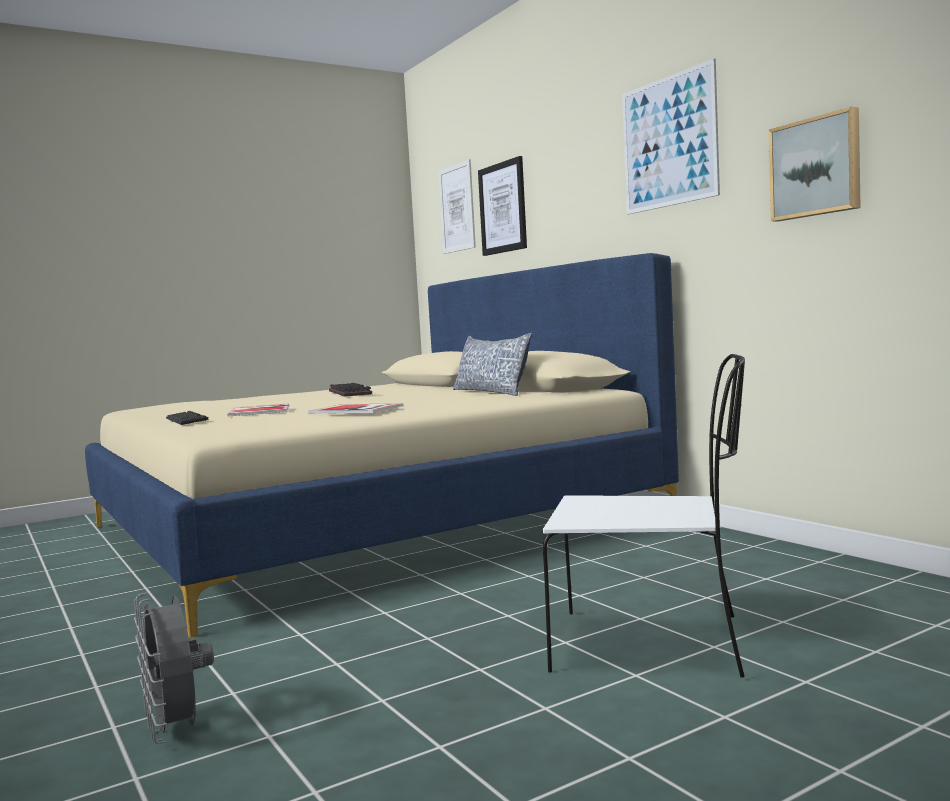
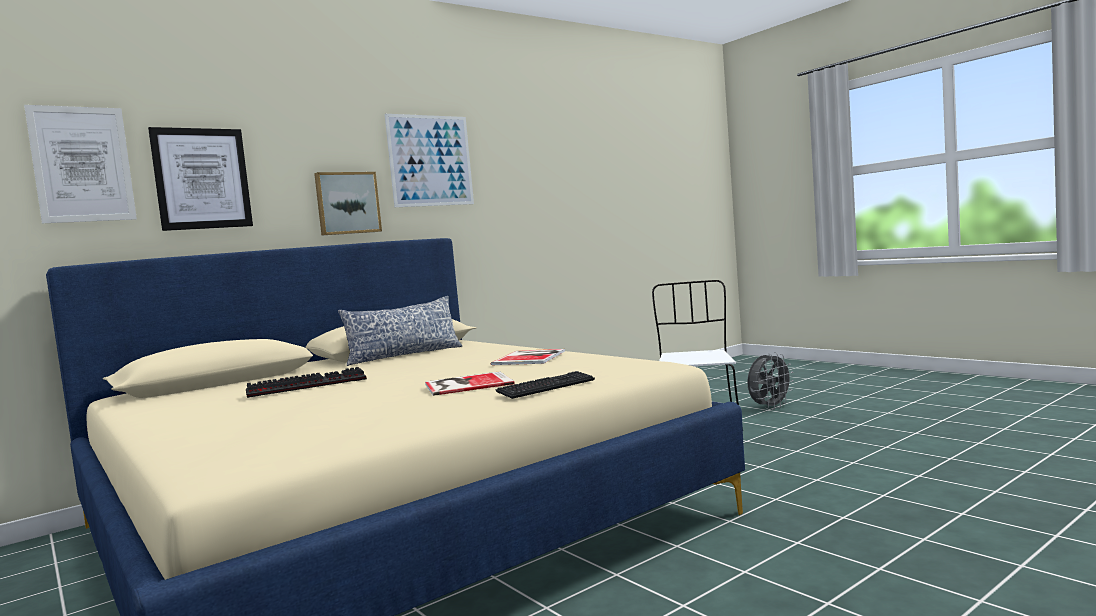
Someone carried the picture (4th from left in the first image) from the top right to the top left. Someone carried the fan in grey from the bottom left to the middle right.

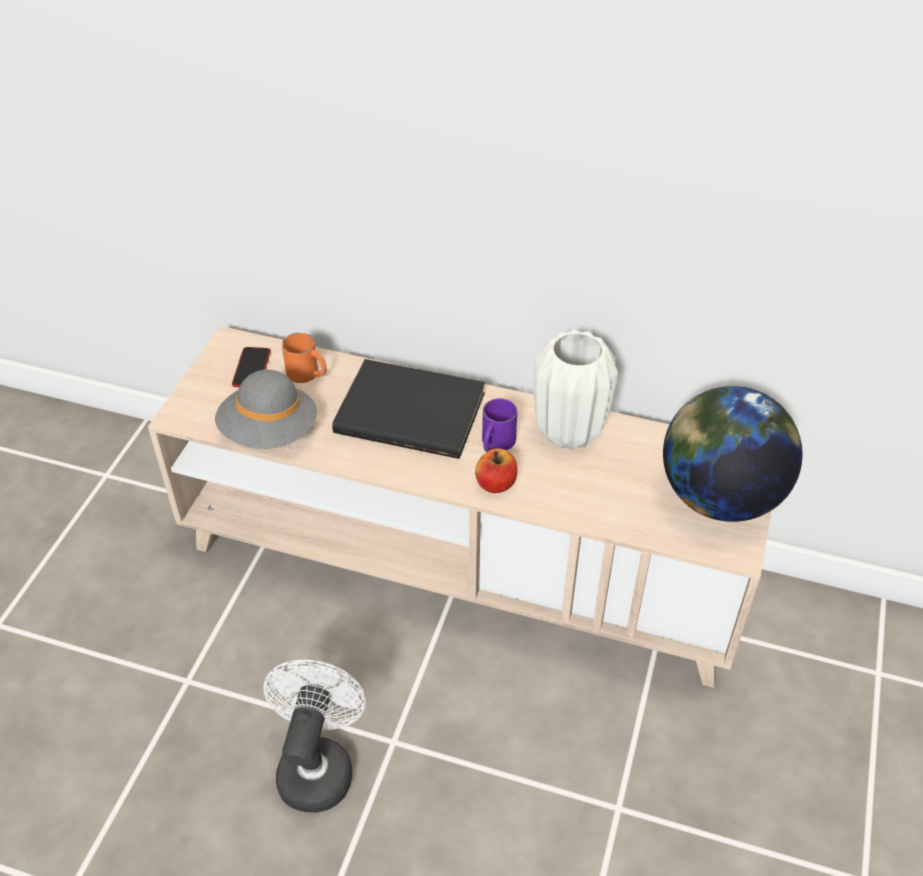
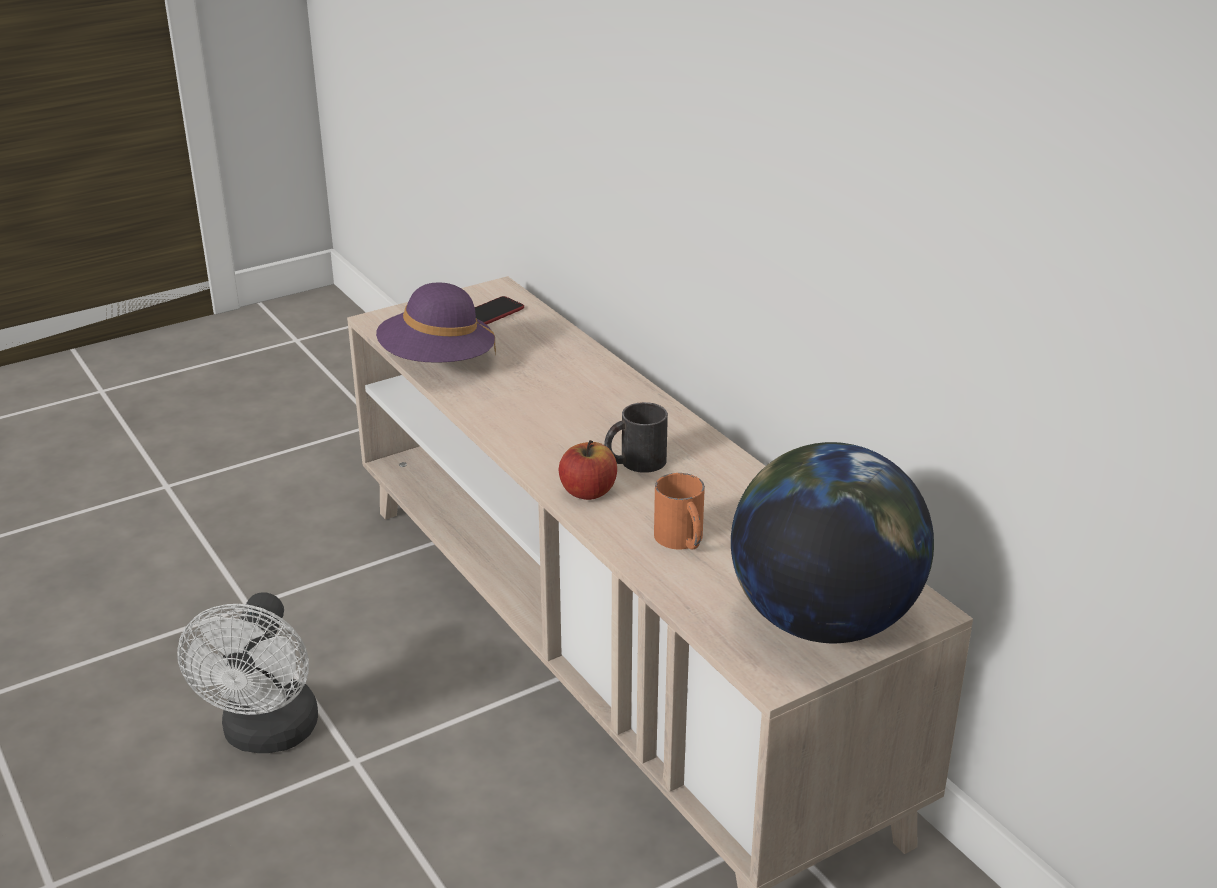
Someone rotated the fan in white at the bottom centre by 135 degrees clockwise. Someone repainted the hat in grey at the middle left, which became the hat in purple at the centre. Someone repainted the mug in purple at the centre, which became the mug in black at the centre. Someone carried the mug in orange from the middle left to the centre. Someone took away the book in black at the centre. Someone took away the vase in white at the centre.

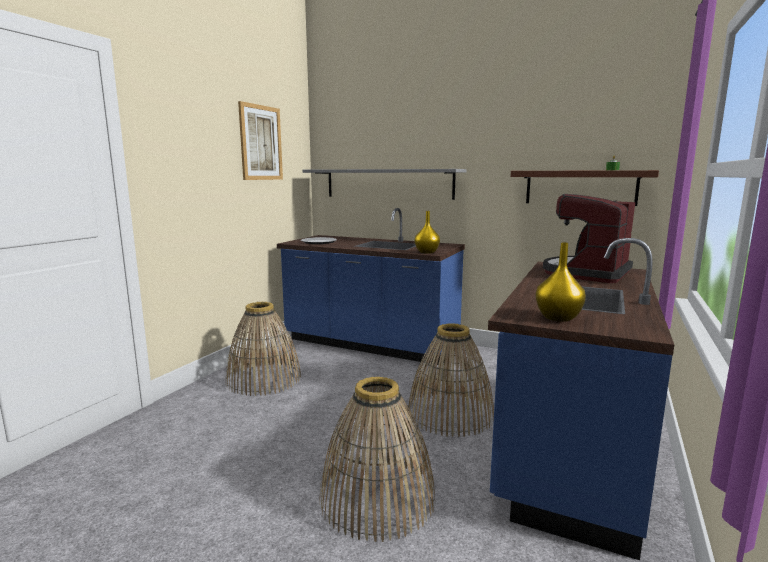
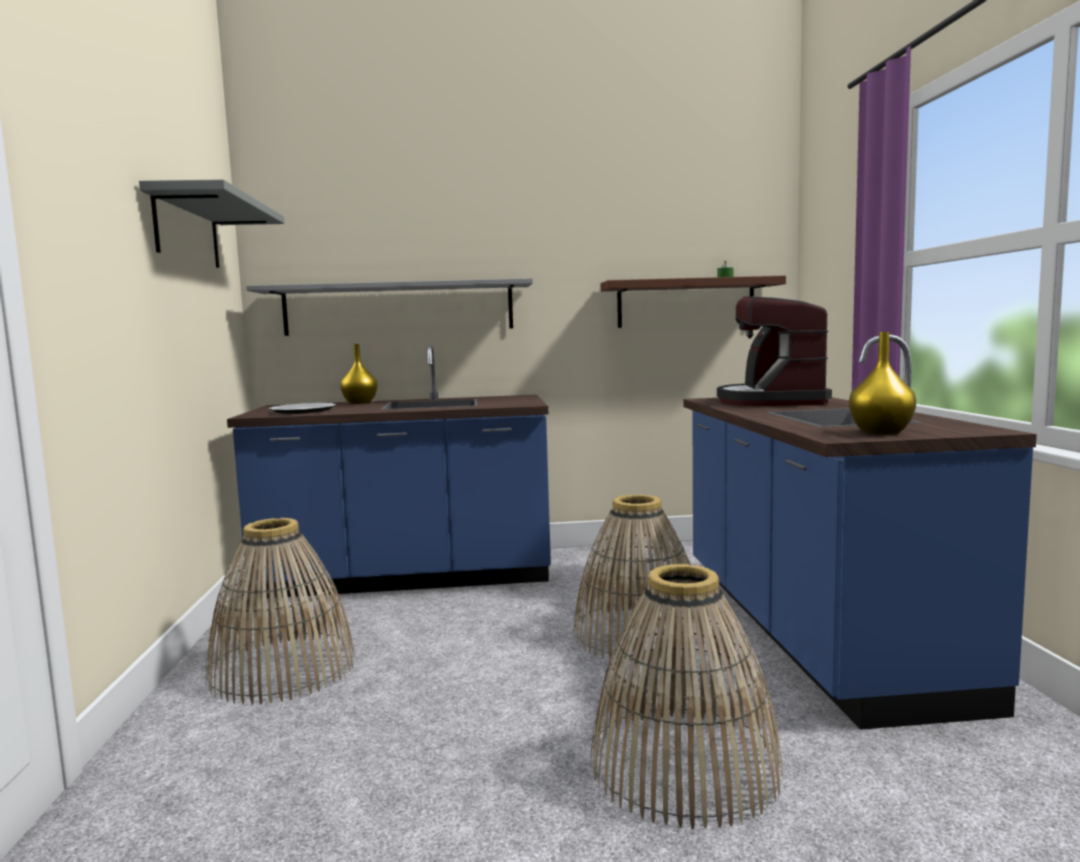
Someone swapped the picture at the top centre for the shelf in grey (1st from left) at the top left. Someone carried the vase in yellow (1st from left) from the centre to the middle left.

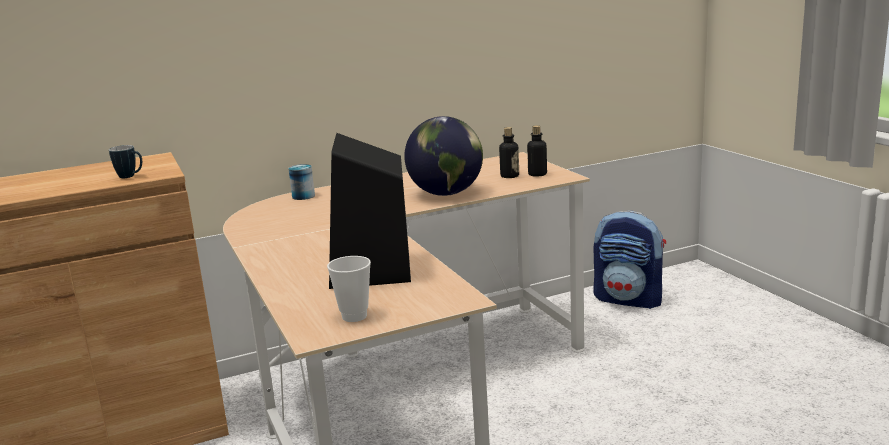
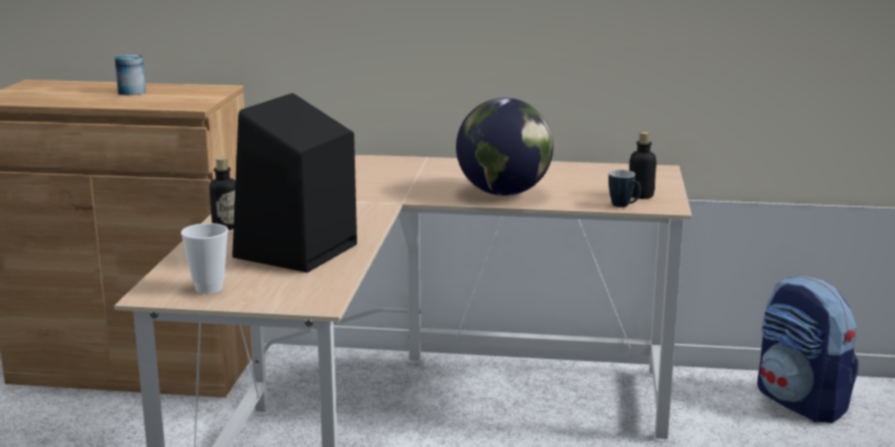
Someone carried the can from the centre to the top left. Someone carried the bottle (1st from left) from the centre to the middle left. Someone carried the mug from the middle left to the middle right.

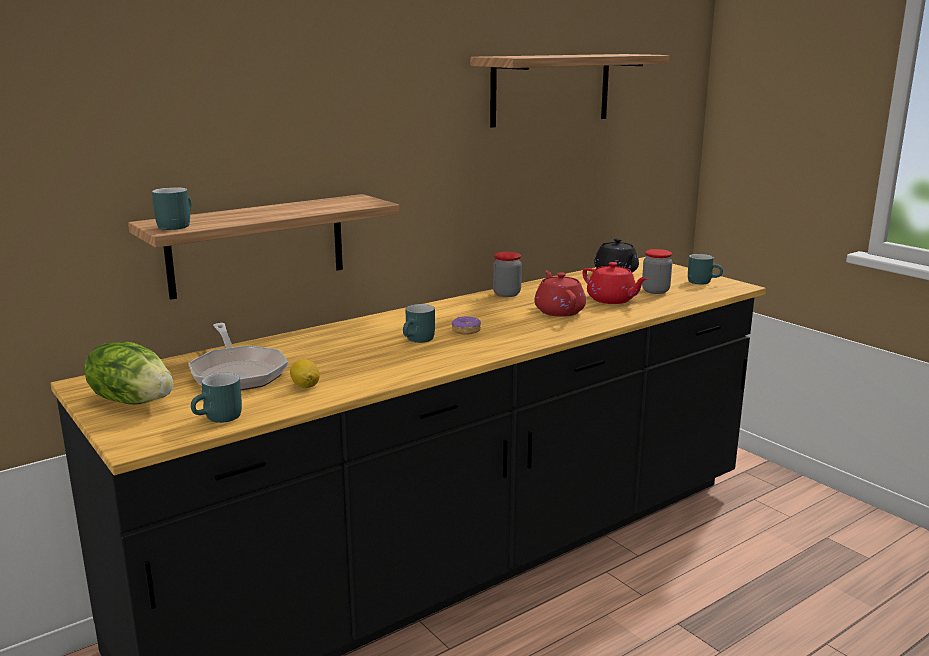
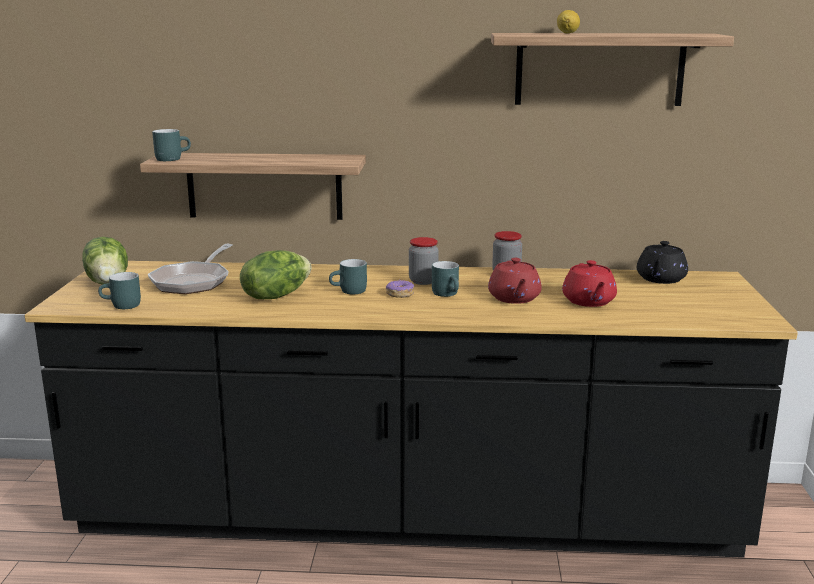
Someone put down the lettuce (2nd from left) at the centre. Someone carried the jar (2nd from left in the first image) from the middle right to the centre. Someone carried the mug in turquoise (4th from left) from the middle right to the centre. Someone rotated the teapot in red (1st from left) at the centre by 150 degrees clockwise. Someone carried the lemon from the middle left to the top right.

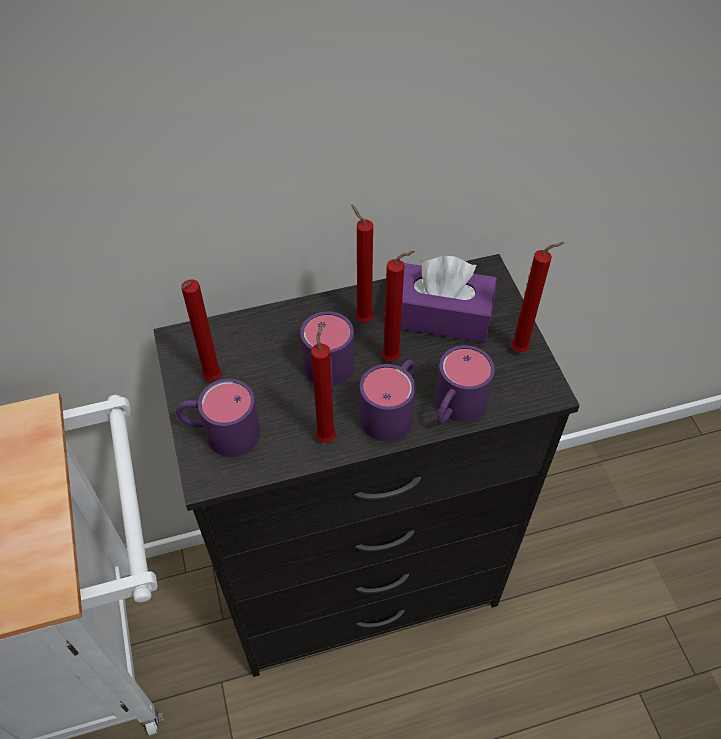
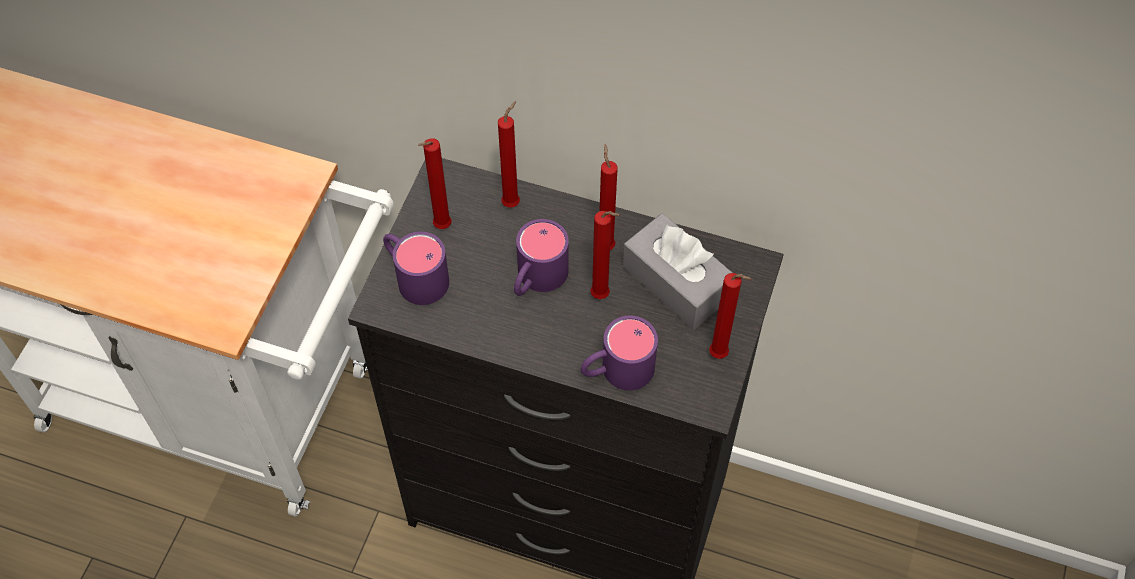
Someone carried the candle in red (2nd from left) from the centre to the top centre. Someone repainted the tissue box in purple at the centre, which became the tissue box in grey at the centre. Someone took away the mug in purple (3rd from left) at the centre.

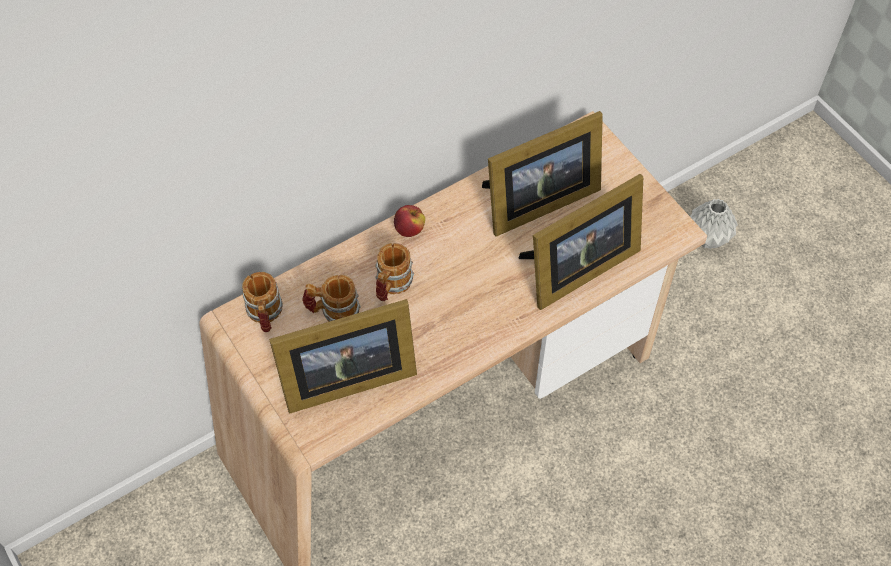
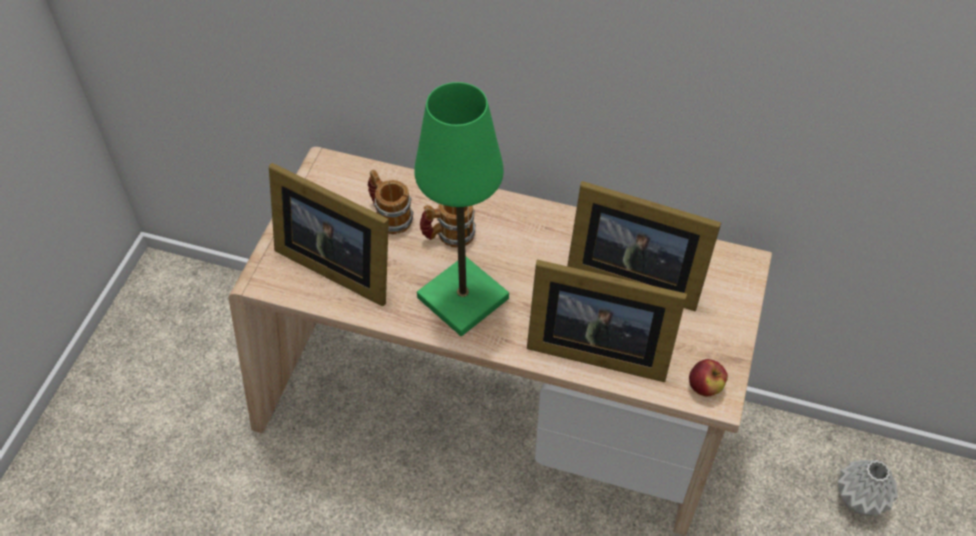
Someone put down the table lamp in green at the centre. Someone carried the apple from the centre to the bottom right. Someone took away the mug (1st from left) at the middle left.

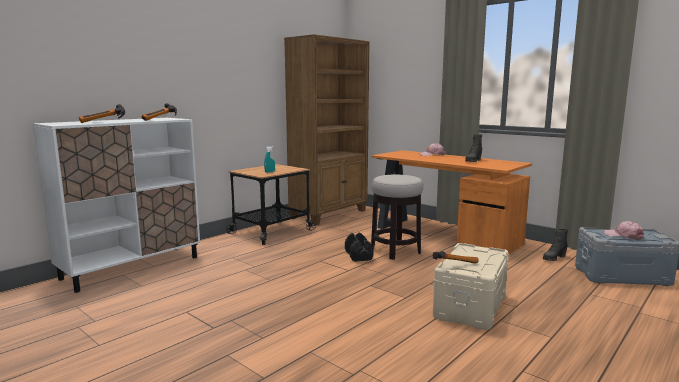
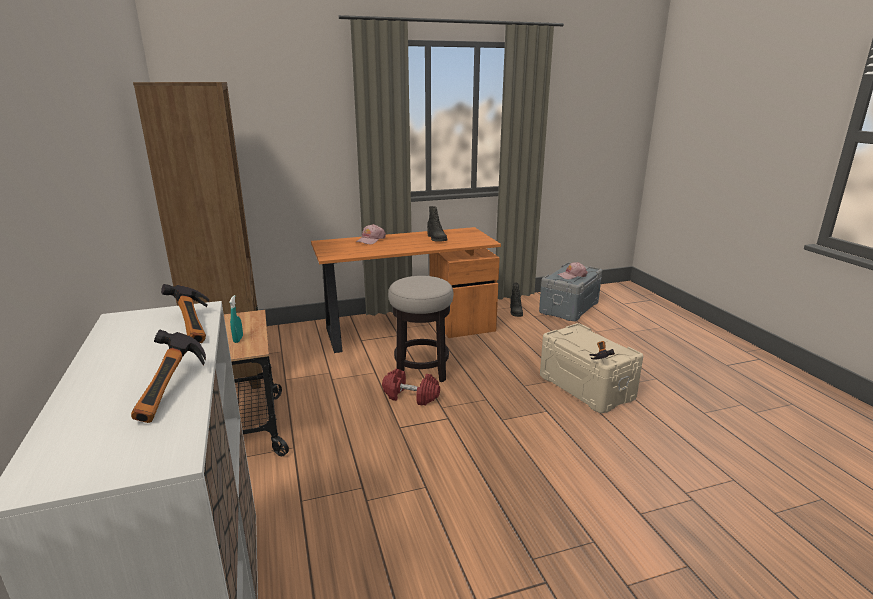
Someone repainted the dumbbell in black at the centre, which became the dumbbell in red at the centre.

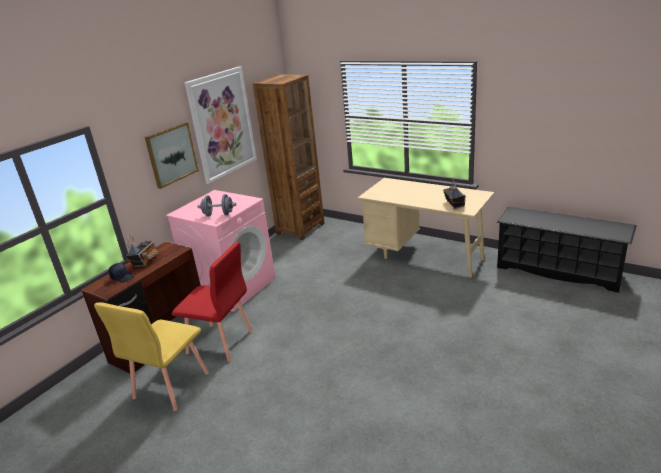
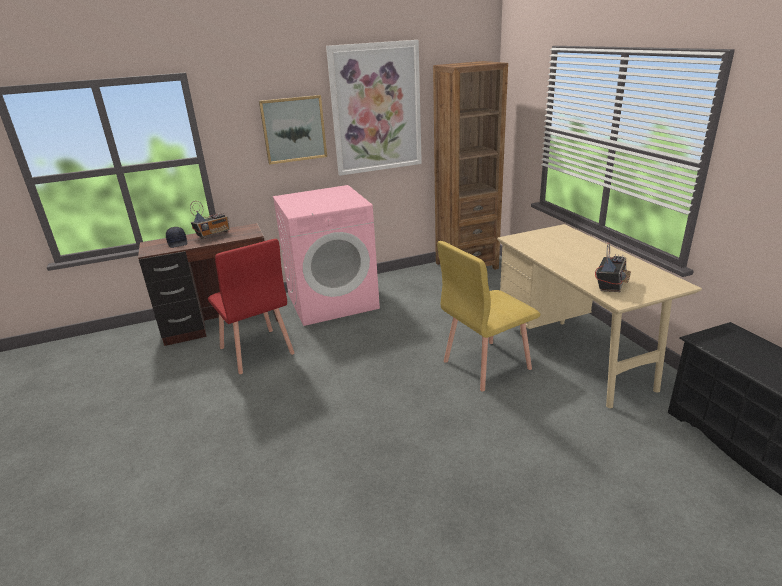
Someone carried the chair in yellow from the bottom left to the centre. Someone took away the dumbbell in grey at the middle left.

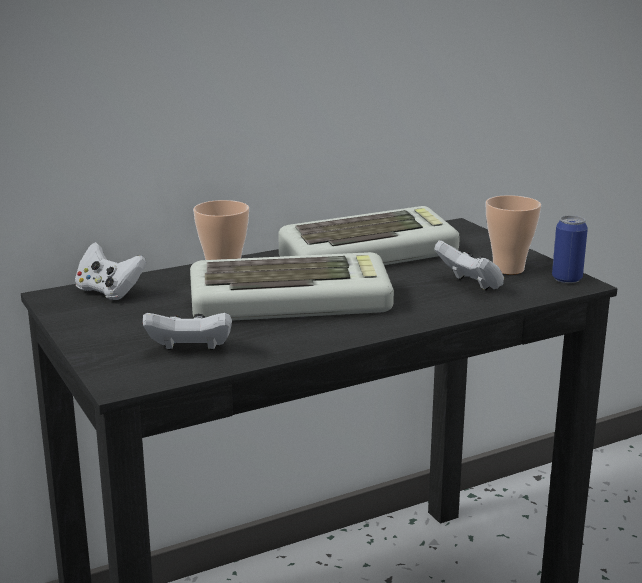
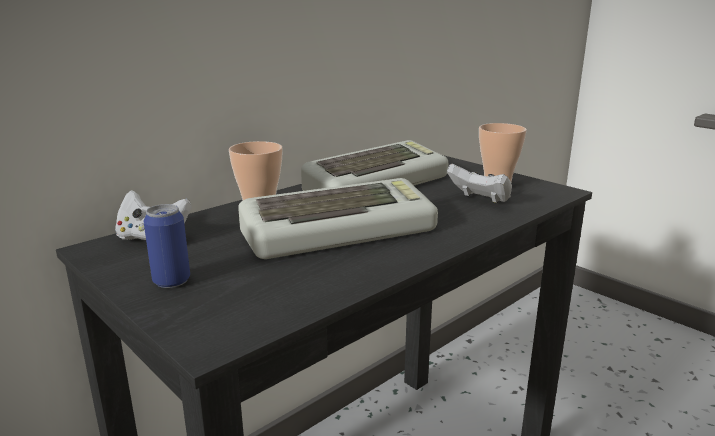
Someone carried the can from the middle right to the middle left. Someone took away the game controller in white (2nd from left) at the middle left.

